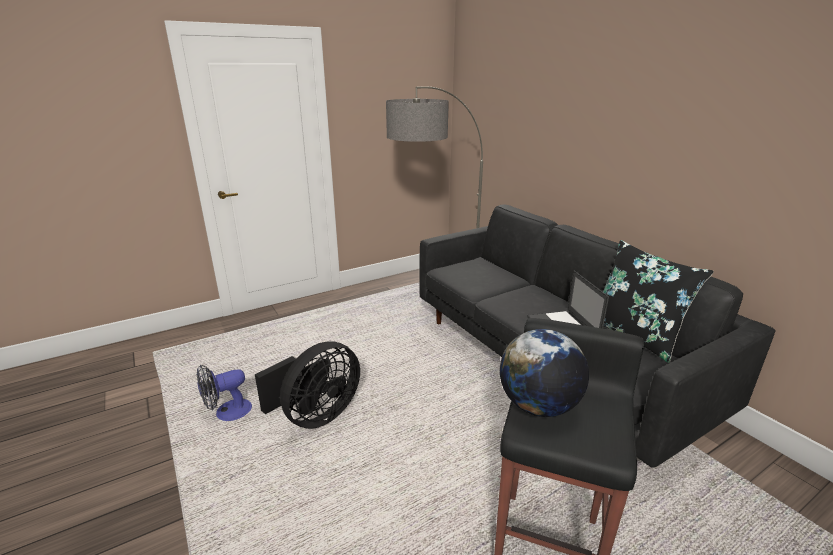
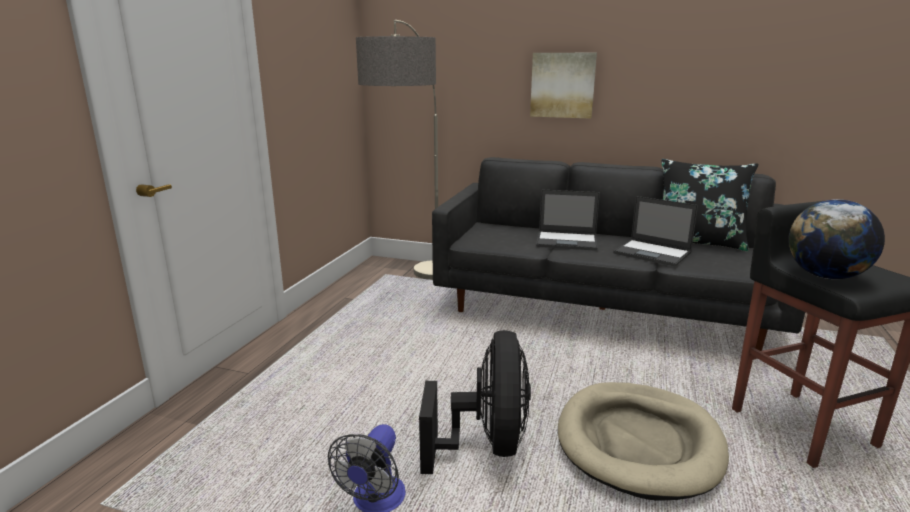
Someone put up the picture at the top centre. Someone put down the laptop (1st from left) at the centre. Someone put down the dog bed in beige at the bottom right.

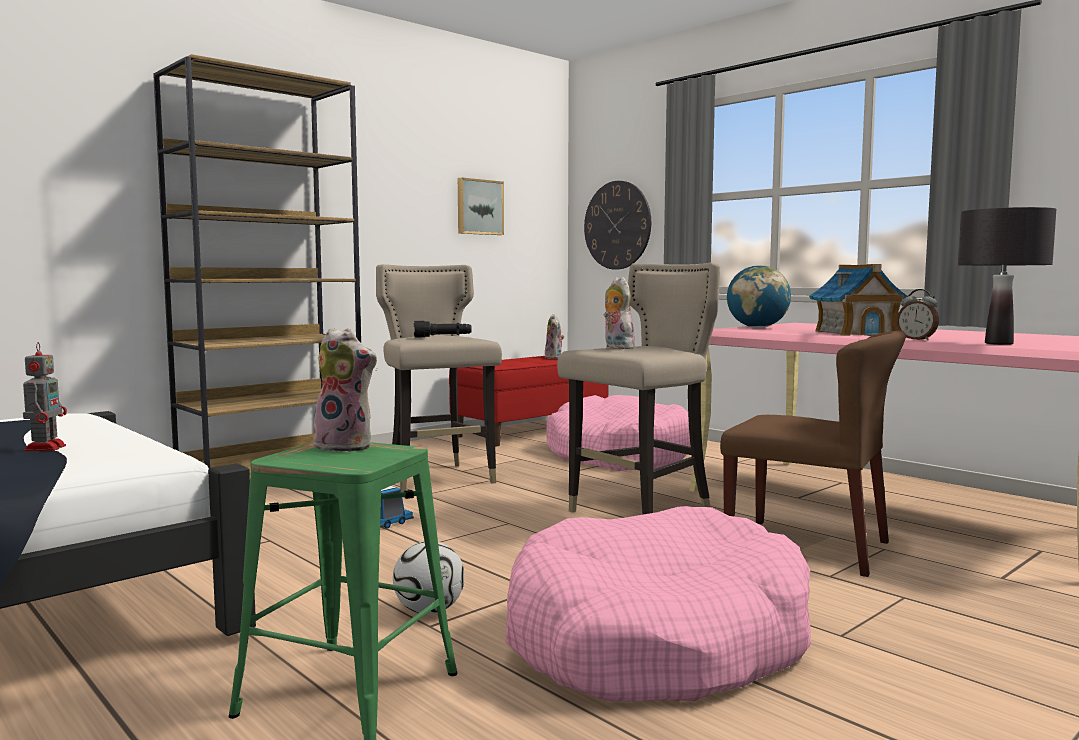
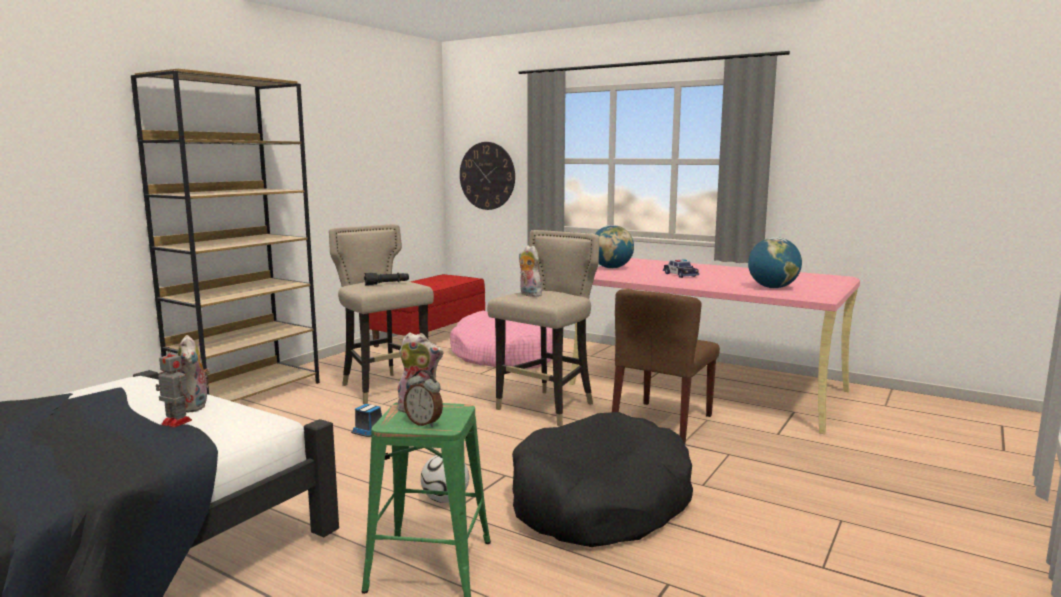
Someone rotated the toy robot at the middle left by 45 degrees counterclockwise. Someone carried the plush toy (2nd from left in the first image) from the centre to the middle left. Someone carried the alarm clock from the middle right to the bottom centre. Someone repainted the dog bed in pink (2nd from left) at the bottom centre, which became the dog bed in black at the bottom centre. Someone rotated the chair in brown at the middle right by 105 degrees clockwise. Someone swapped the toy house at the middle right for the toy car at the centre. Someone swapped the table lamp in black at the middle right for the globe (2nd from left) at the middle right. Someone took away the picture at the top centre.

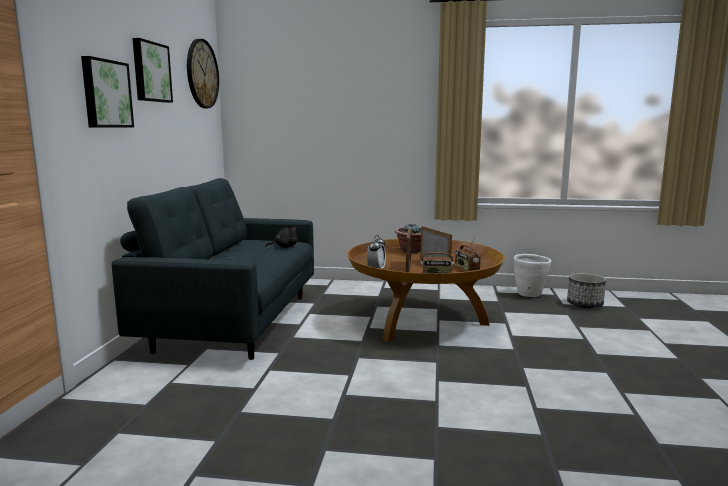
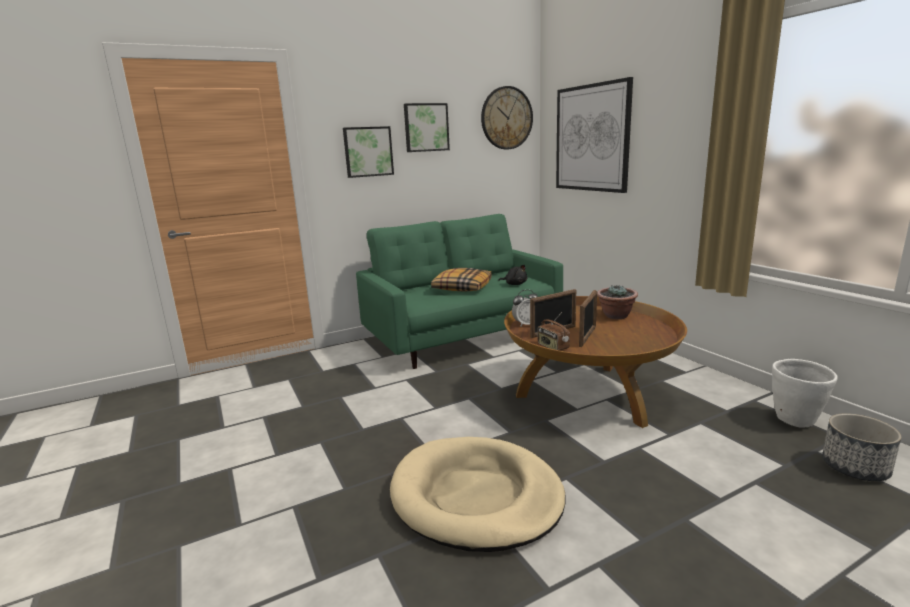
Someone repainted the sofa in grey at the middle left, which became the sofa in green at the centre. Someone put down the dog bed in beige at the bottom centre. Someone put down the pillow at the centre. Someone put up the picture (3rd from left) at the top centre. Someone took away the radio (2nd from left) at the centre.

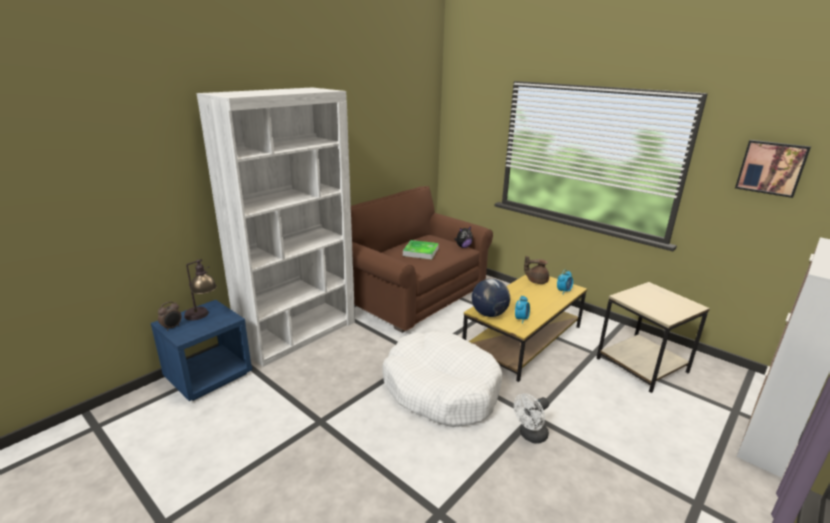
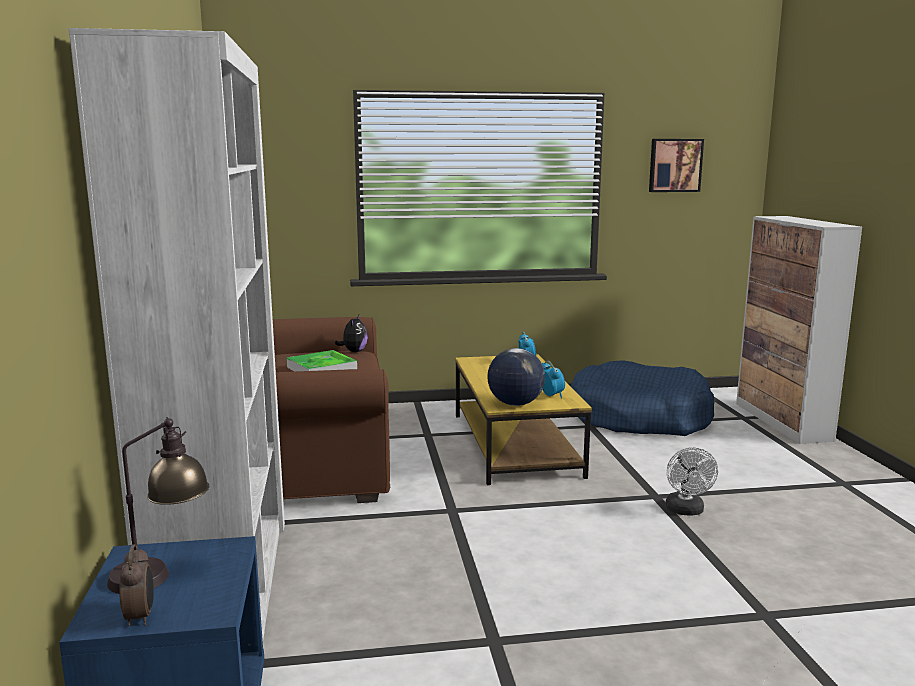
Someone swapped the side table in beige at the middle right for the dog bed in blue at the middle right. Someone took away the dog bed in white at the bottom centre. Someone took away the teapot in brown at the centre.

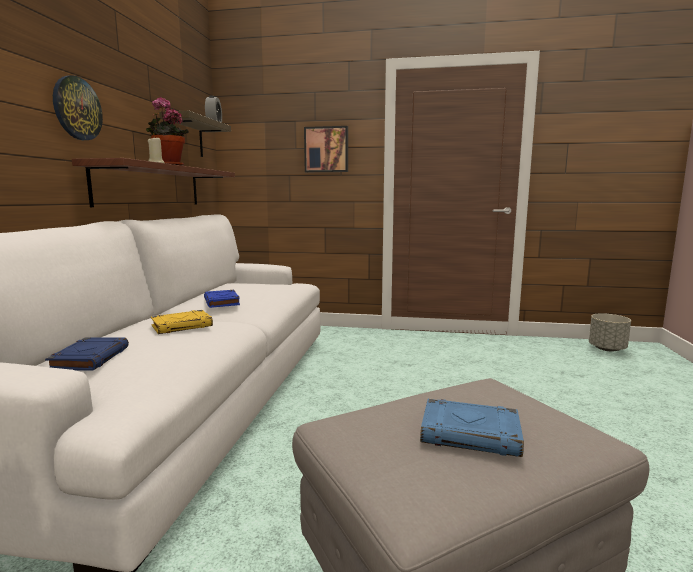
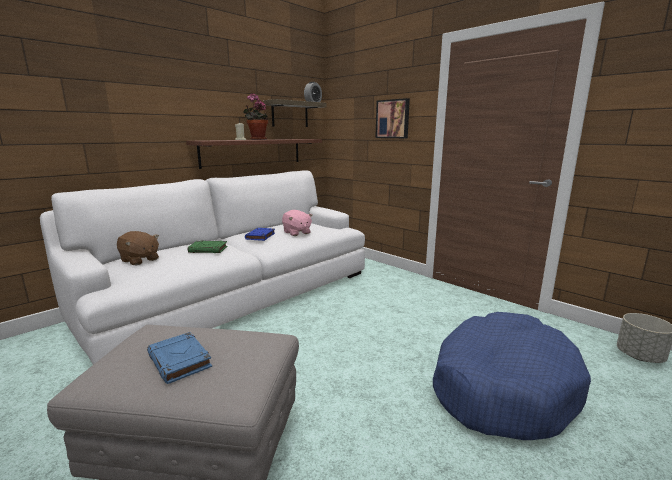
Someone swapped the book in blue (1st from left) at the middle left for the plush toy in brown at the middle left. Someone repainted the book in yellow at the middle left, which became the book in green at the middle left. Someone put down the plush toy in pink at the centre. Someone put down the dog bed in blue at the bottom right. Someone took away the wall clock at the top left.

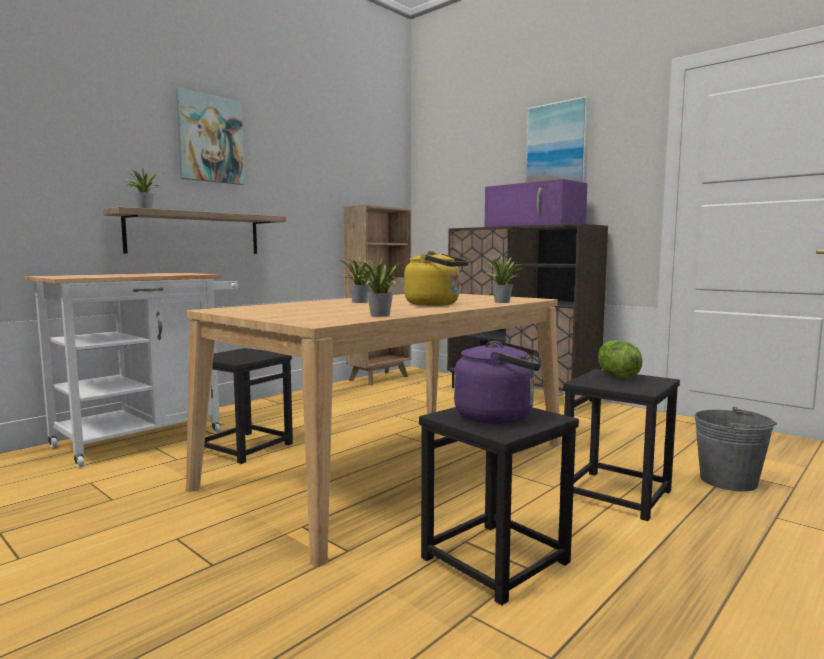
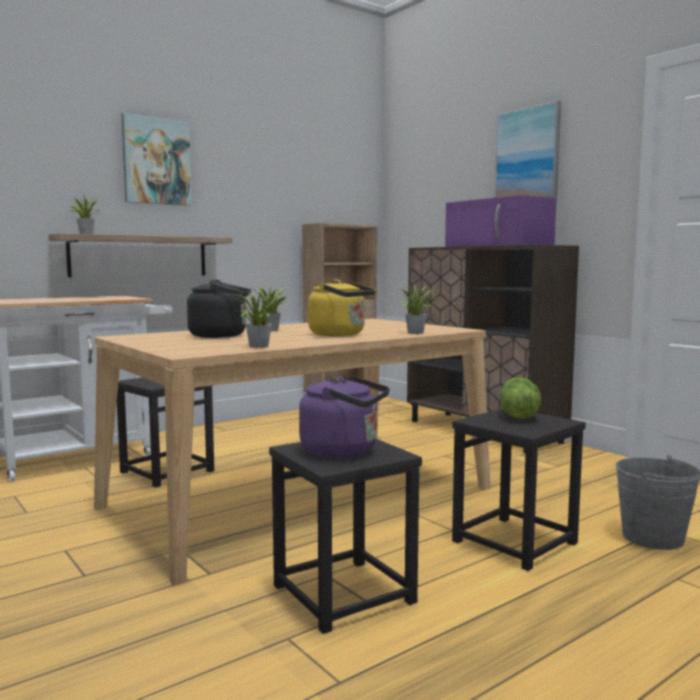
Someone put down the kettle in black at the middle left.

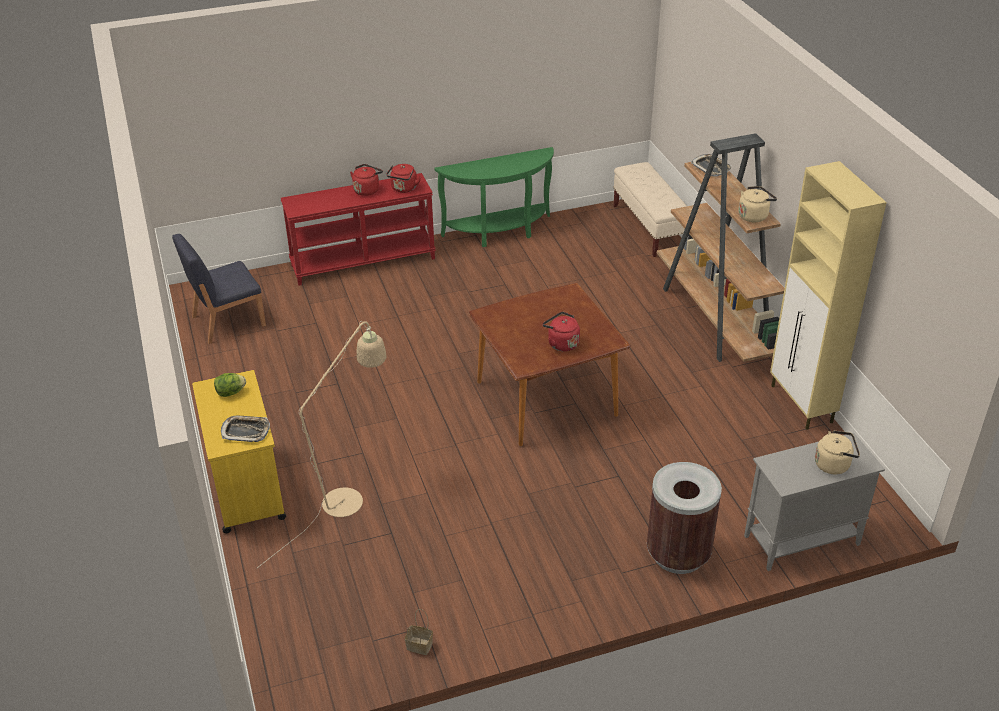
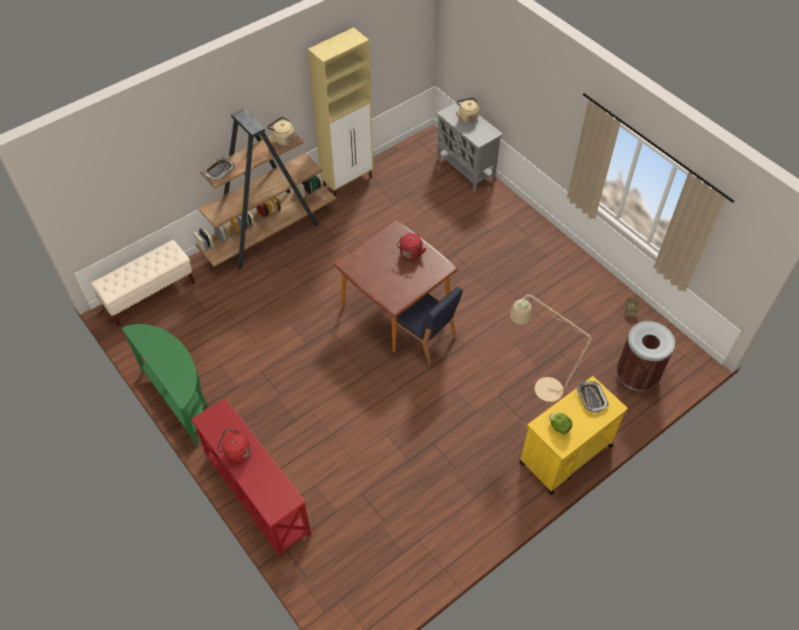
Someone carried the chair in blue from the middle left to the centre. Someone carried the trash can in brown from the bottom right to the middle right. Someone took away the kettle in red (2nd from left) at the top centre.

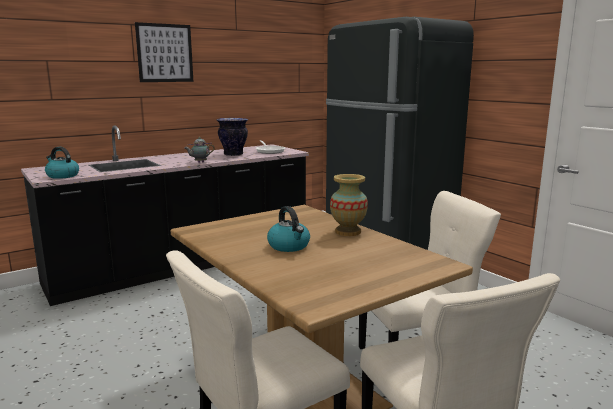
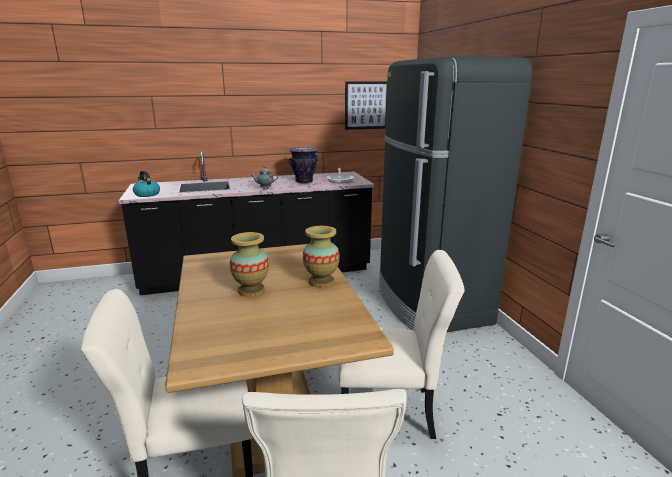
Someone swapped the kettle (2nd from left) at the centre for the vase (1st from left) at the centre. Someone carried the picture from the top left to the top centre.

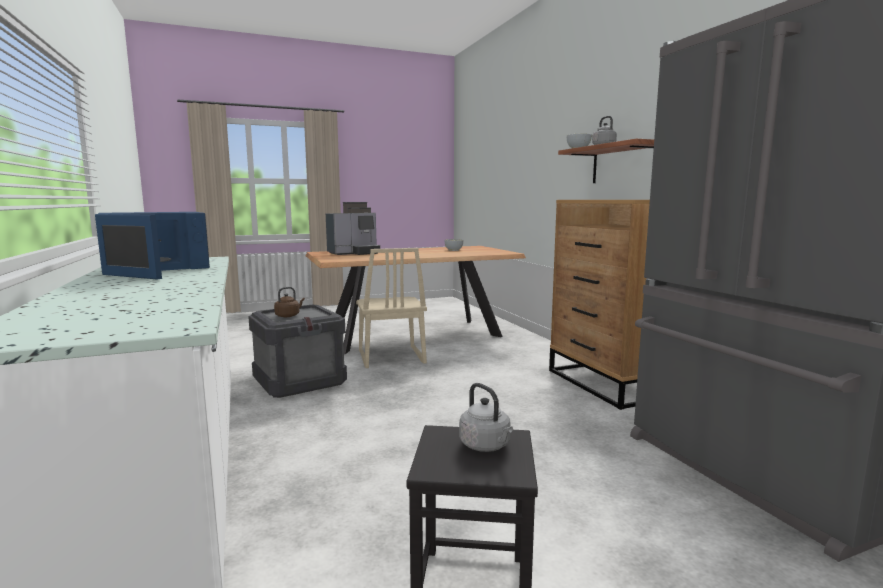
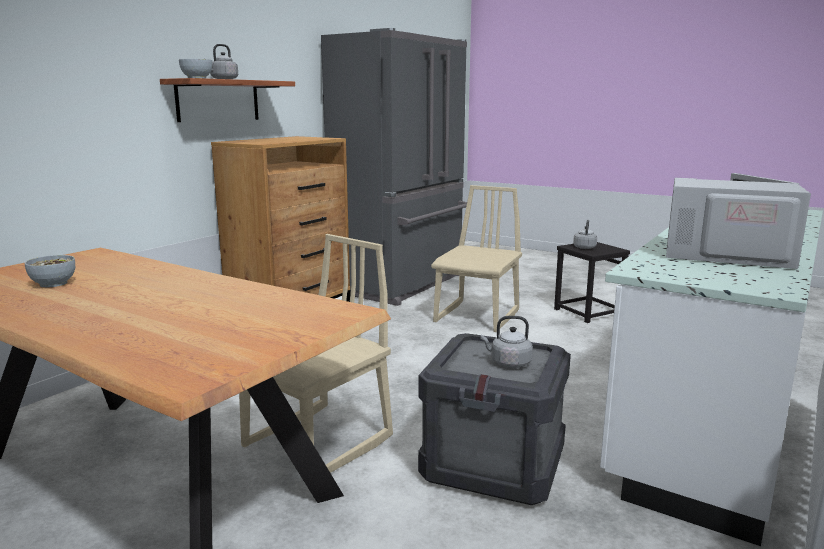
Someone put down the chair in beige (2nd from left) at the centre. Someone repainted the kettle in brown at the middle left, which became the kettle in grey (2nd from left) at the centre. Someone repainted the microwave in blue at the middle left, which became the microwave in white at the middle right. Someone took away the coffee machine at the centre.

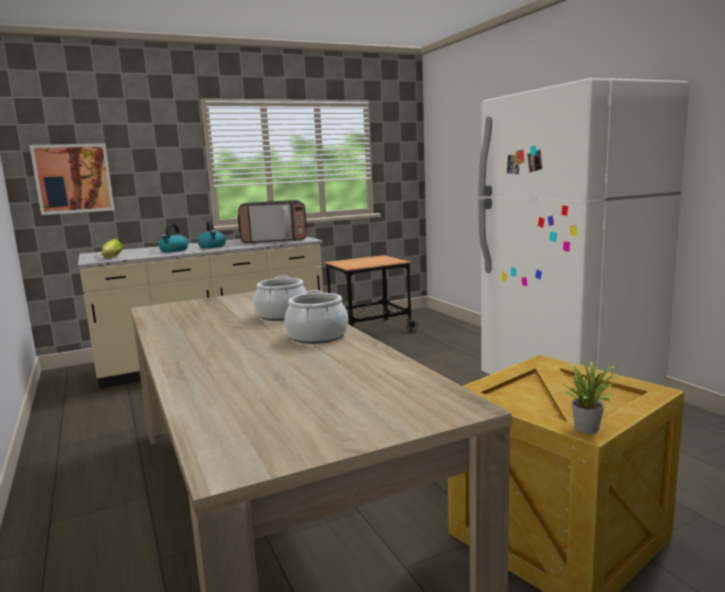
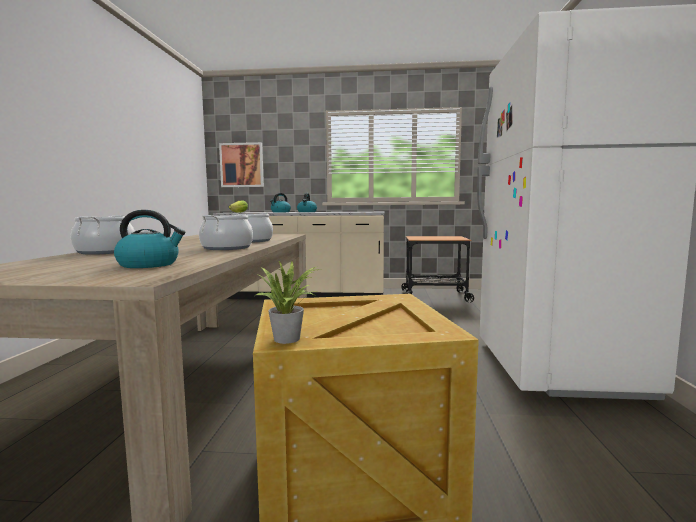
Someone put down the cooking pot (1st from left) at the middle left. Someone put down the kettle (1st from left) at the middle left. Someone took away the microwave at the centre.

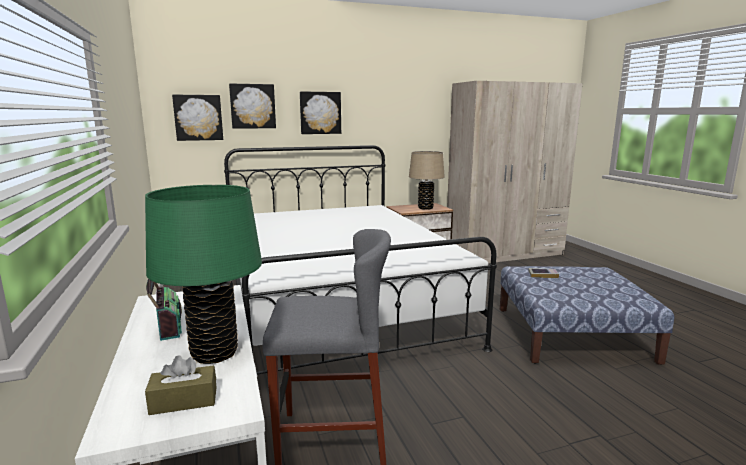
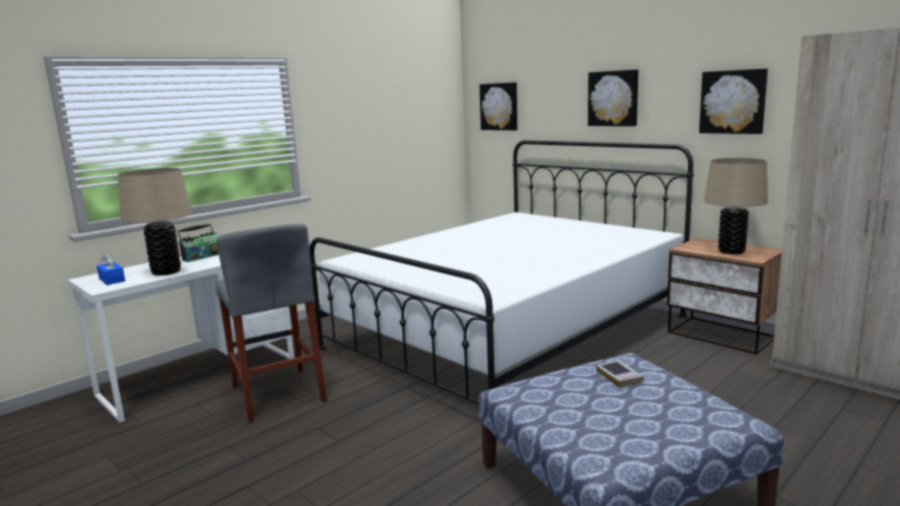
Someone repainted the tissue box in brown at the bottom left, which became the tissue box in blue at the middle left. Someone repainted the table lamp in green at the middle left, which became the table lamp in beige (1st from left) at the middle left. Someone carried the picture (2nd from left in the first image) from the top centre to the top right.

